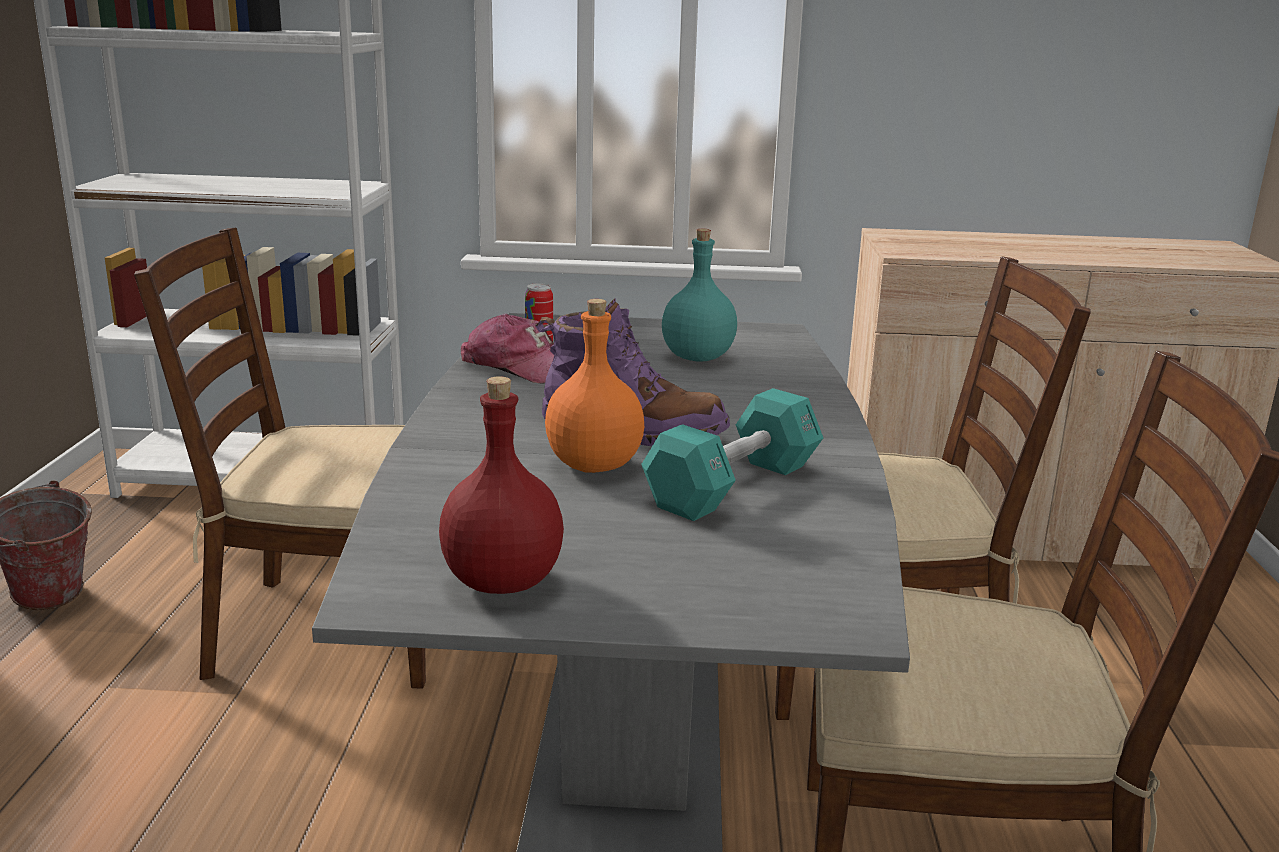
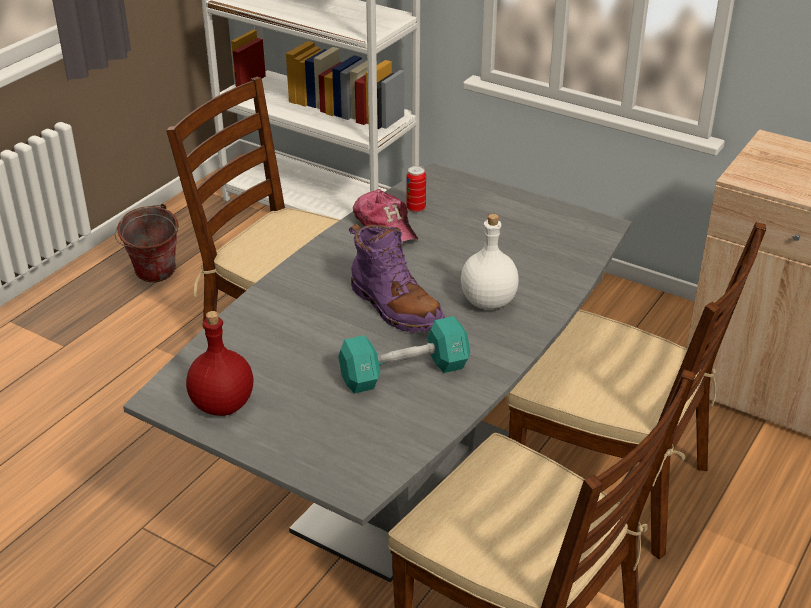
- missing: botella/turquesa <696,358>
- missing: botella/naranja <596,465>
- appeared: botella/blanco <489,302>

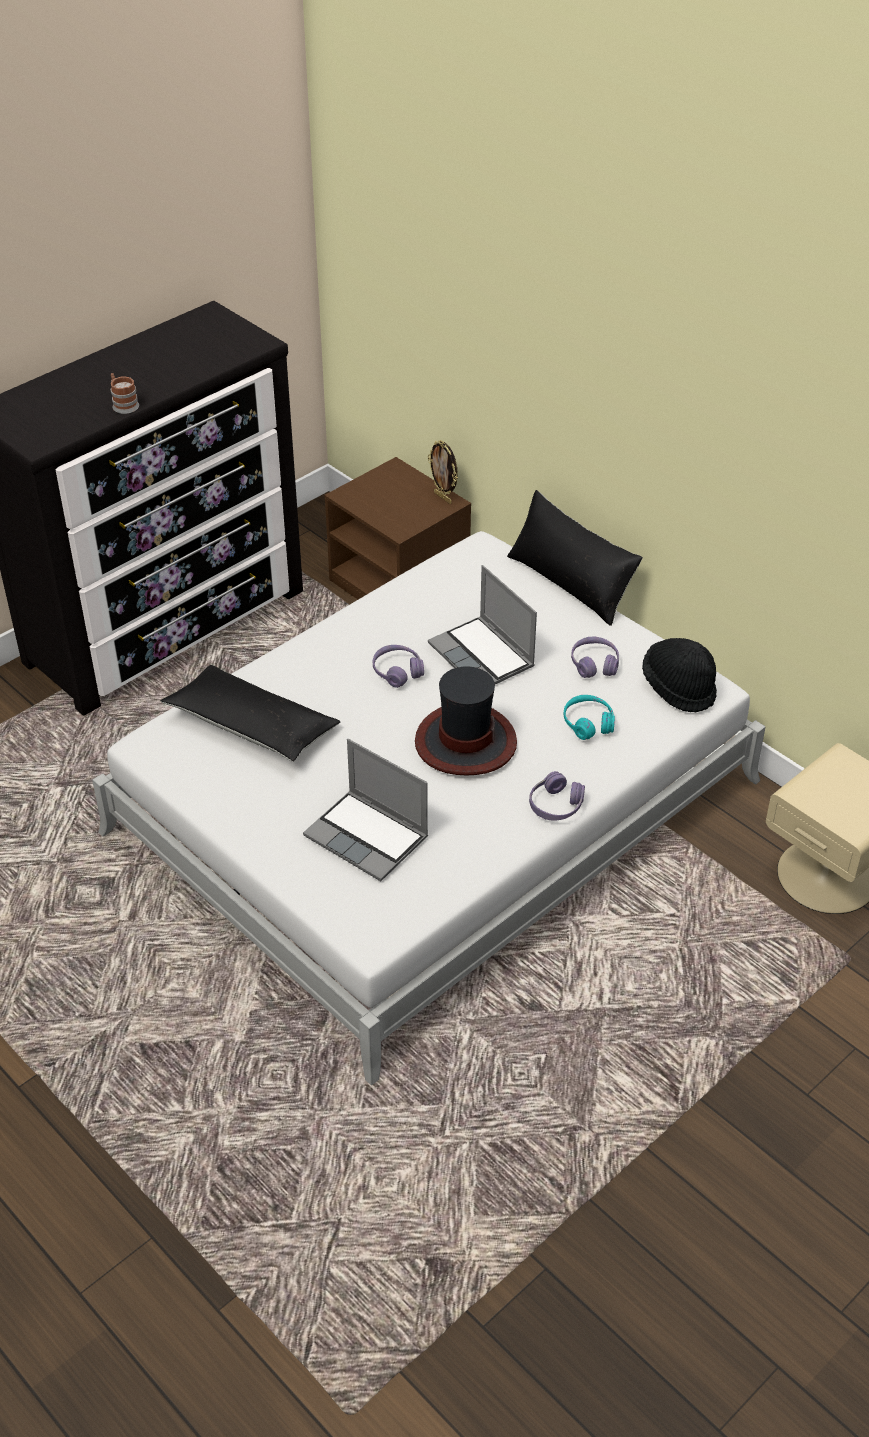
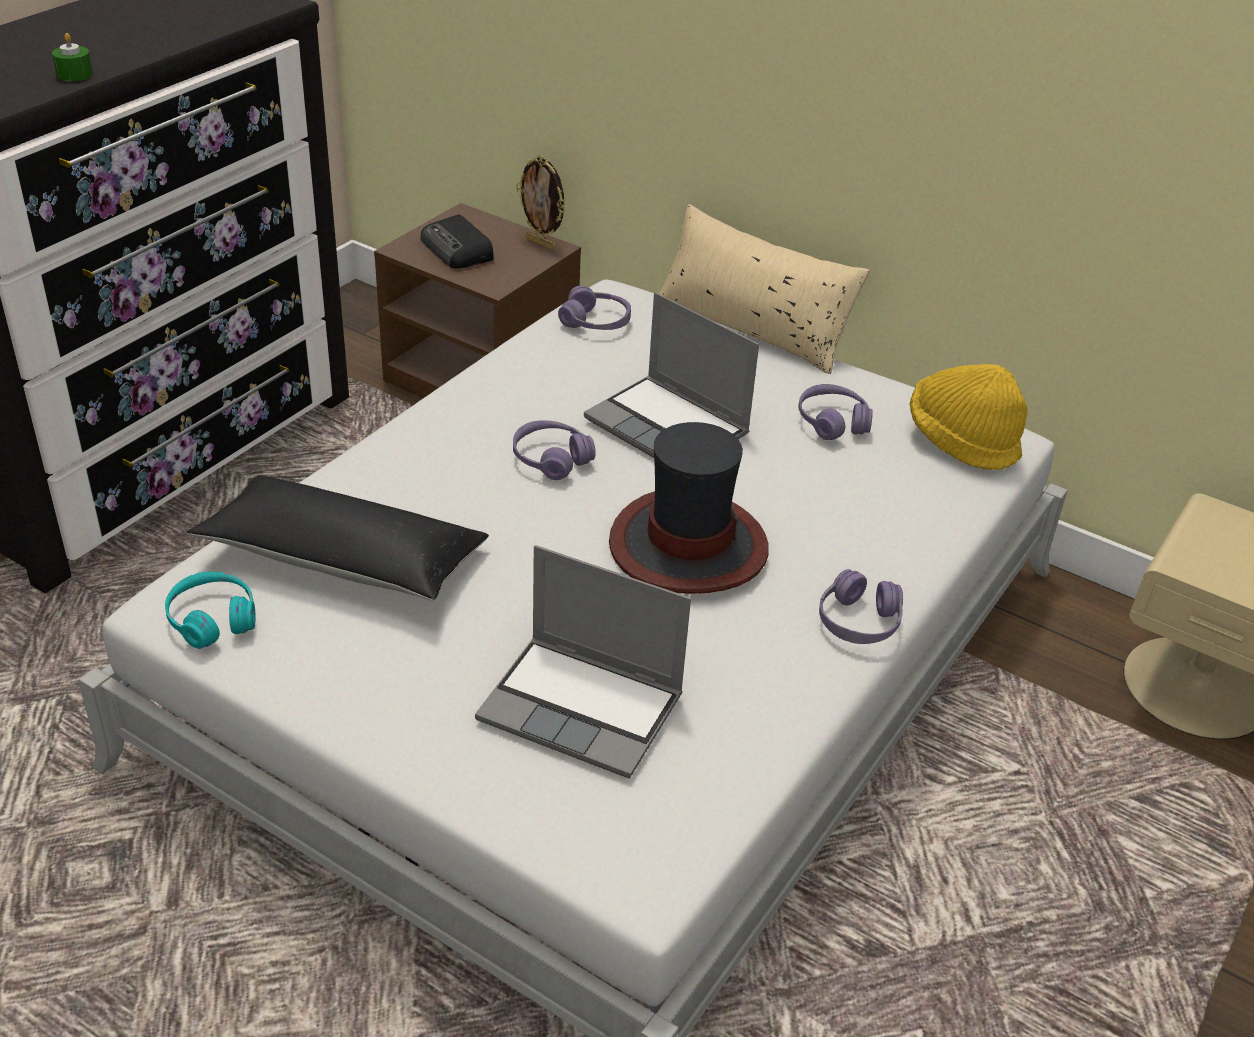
- exchanged: taza grande <123,404> to vela/verde <74,74>
- colour: cojín/negro <570,582> to cojín/beis <752,328>
- colour: sombrero/negro <678,688> to sombrero/amarillo <961,441>
- relocated: auriculares/turquesa <588,723> to <213,620>
- appeared: radio <458,250>
- appeared: auriculares/morado <596,322>

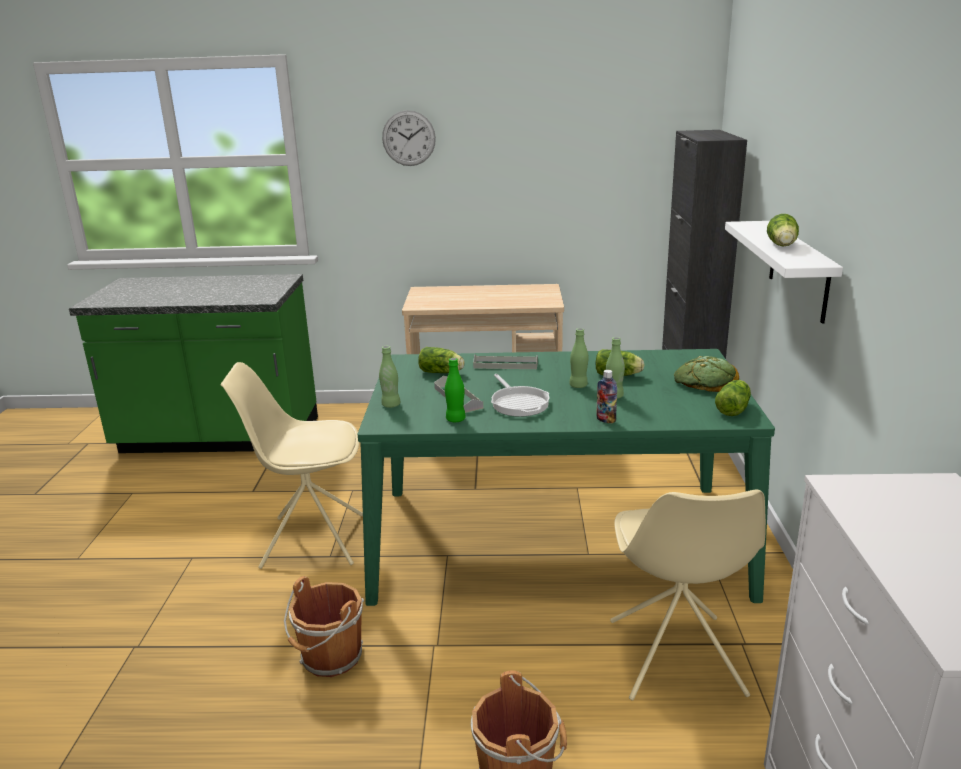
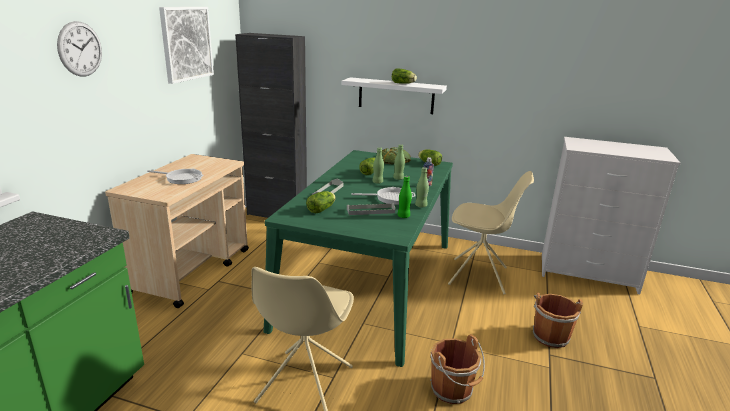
- relocated: botella/verde <391,405> to <421,206>
- appeared: cuadro <186,43>
- appeared: sartén <182,178>

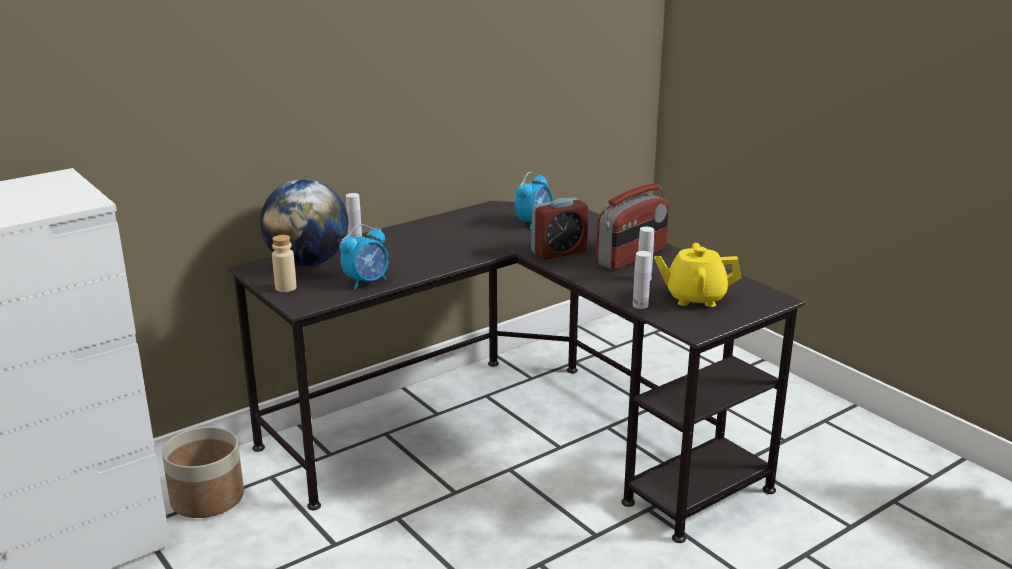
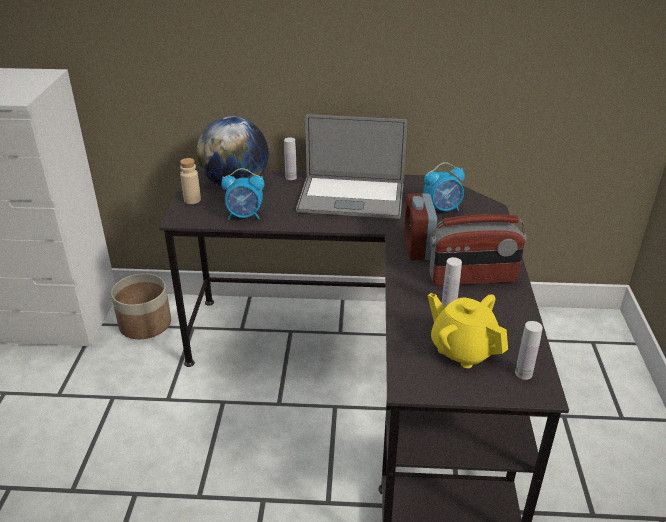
- spun: despertador <558,252> = <418,247> 75 degrees clockwise
- relocated: botella/blanco <640,305> to <523,373>
- appeared: portátil <351,198>

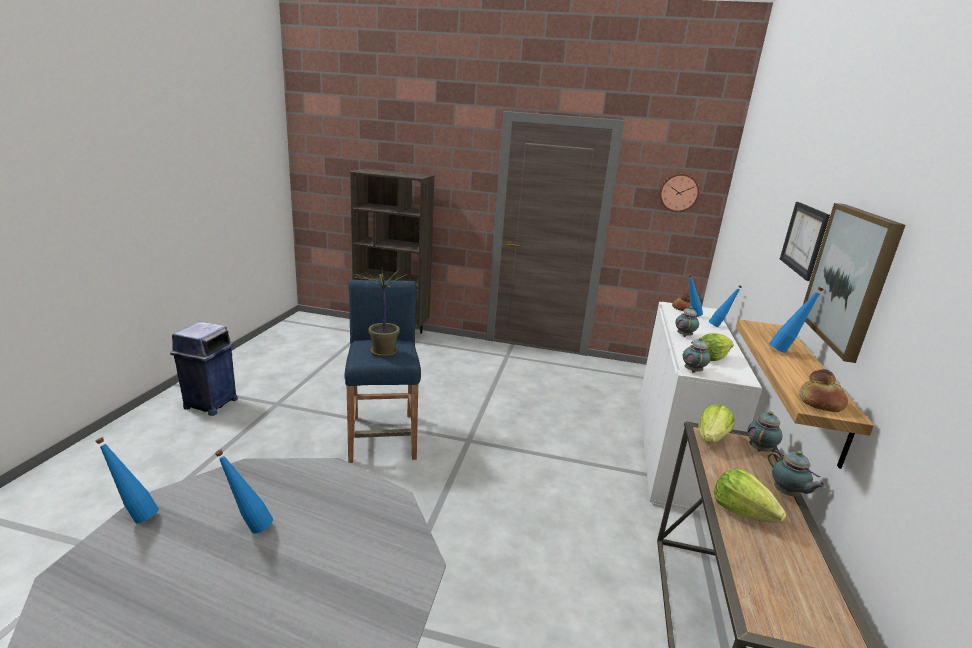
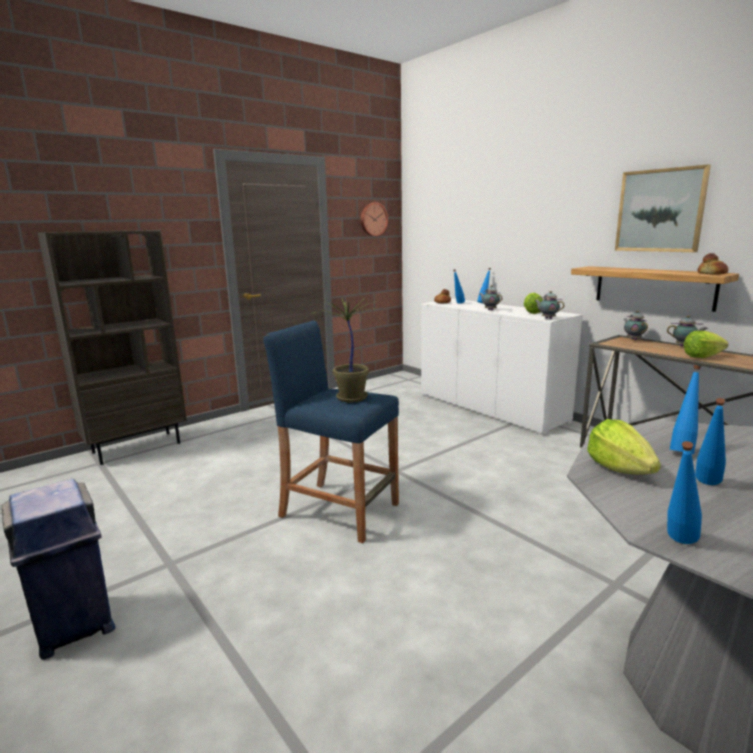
- missing: cuadro <804,239>
- relocated: botella/azul <785,351> to <682,450>
- relocated: lechuga <711,438> to <619,469>

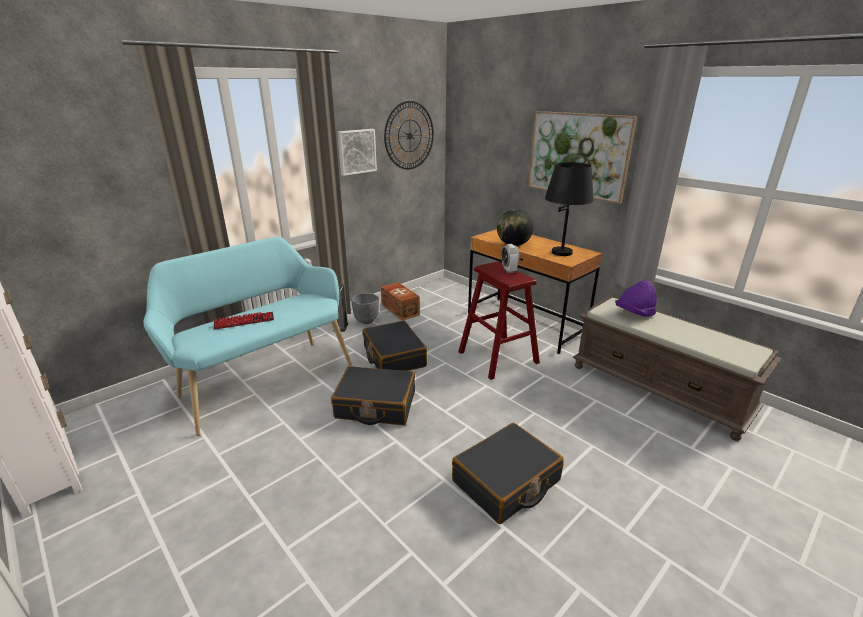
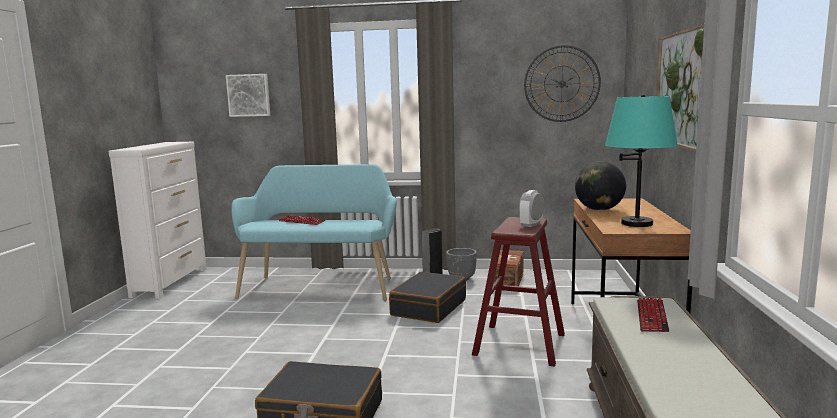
- relocated: cuadro <356,151> to <249,95>
- colour: lámpara de mesa/negro <561,252> to lámpara de mesa/turquesa <637,223>
- exchanged: sombrero/morado <634,314> to teclado <652,316>
- missing: maleta/negro <375,405>

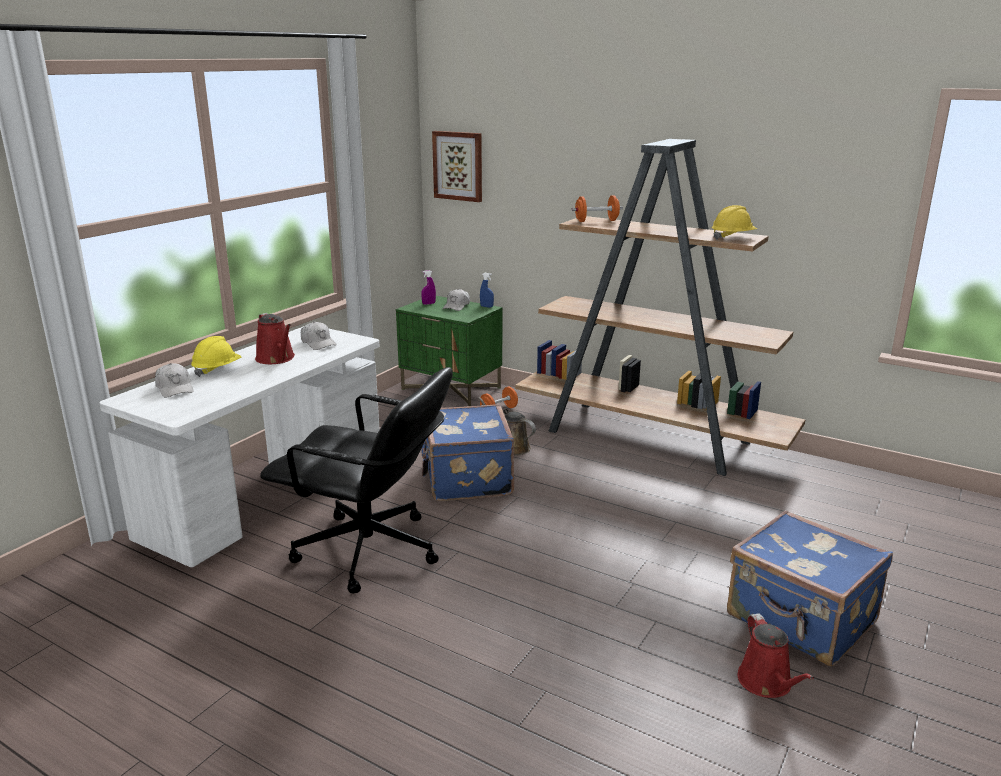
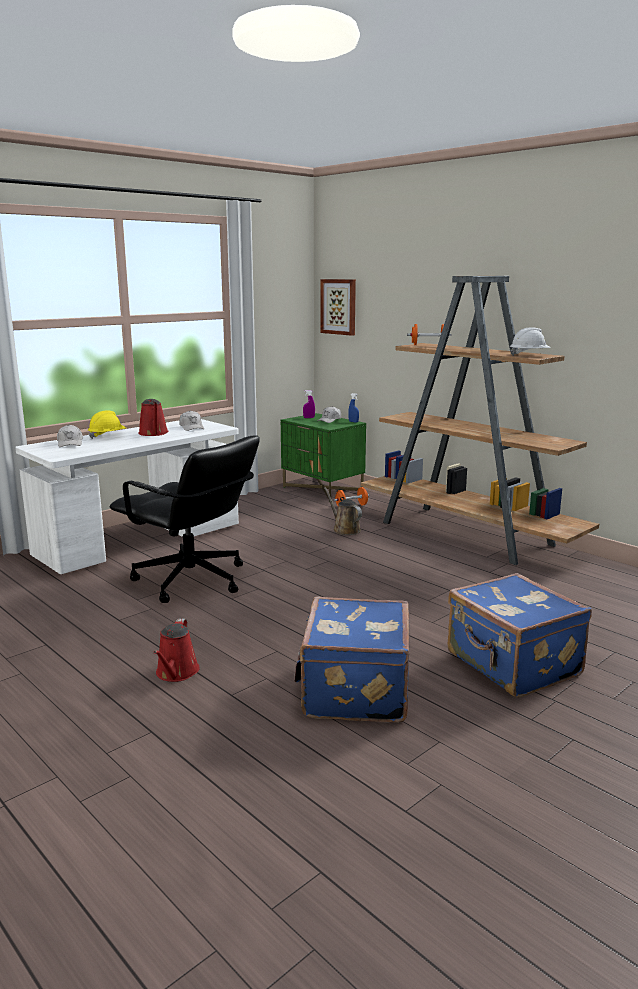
- colour: casco/amarillo <732,237> to casco/blanco <529,355>
- relocated: maleta/azul <466,479> to <353,691>
- relocated: regadera/rojo <767,683> to <176,673>

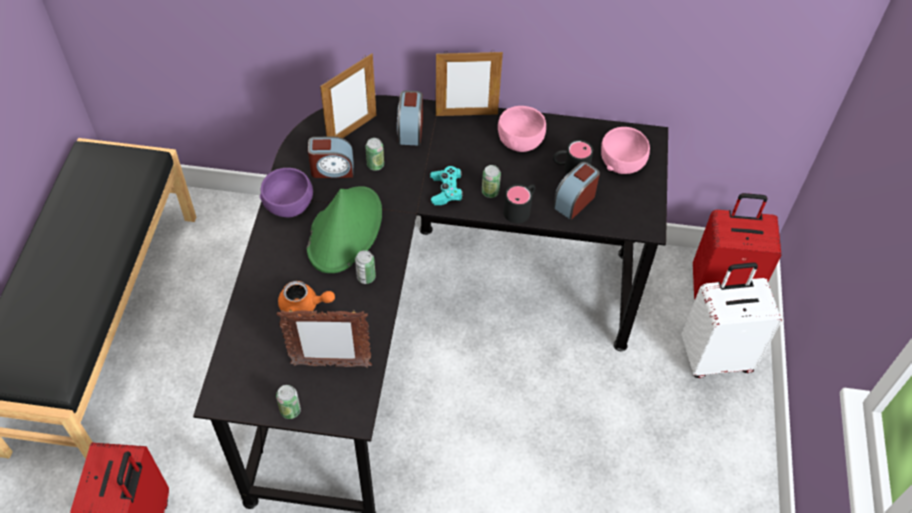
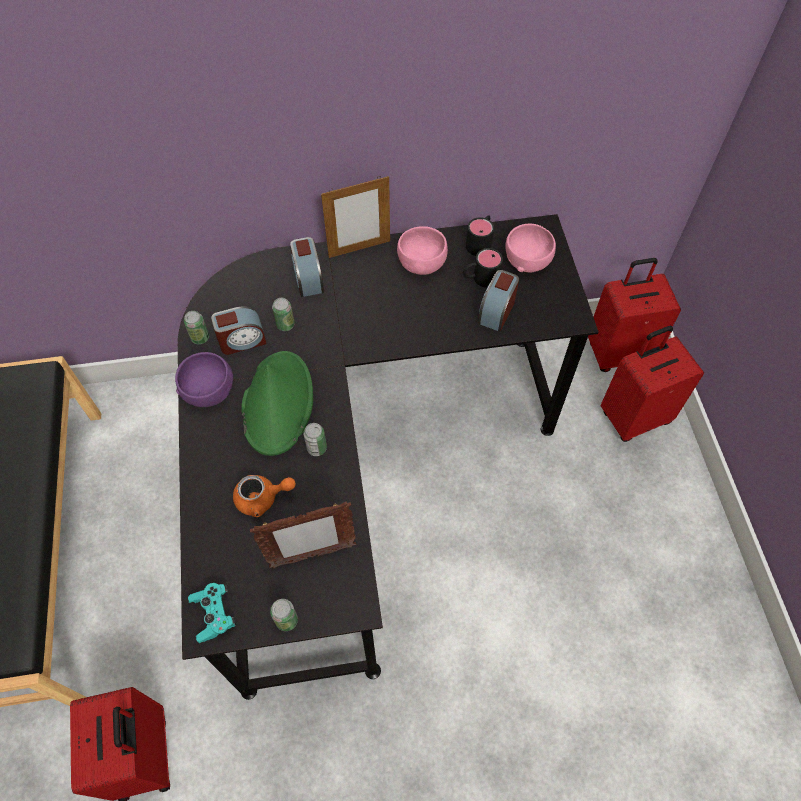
- missing: portarretratos <352,131>
- relocated: lata <490,192> to <200,338>
- relocated: mando de consola/turquesa <446,191> to <214,614>
- relocated: taza grande/negro <520,209> to <480,242>
- colour: maleta/blanco <715,356> to maleta/rojo <634,416>

